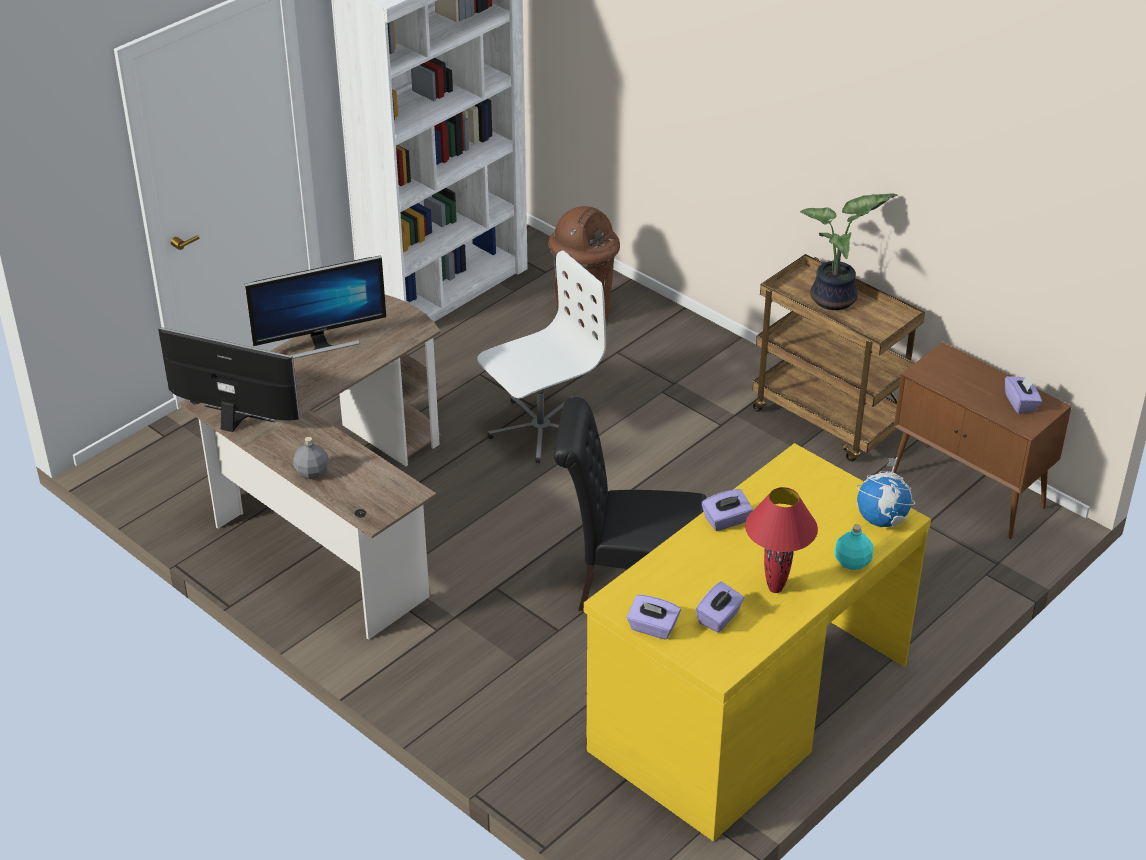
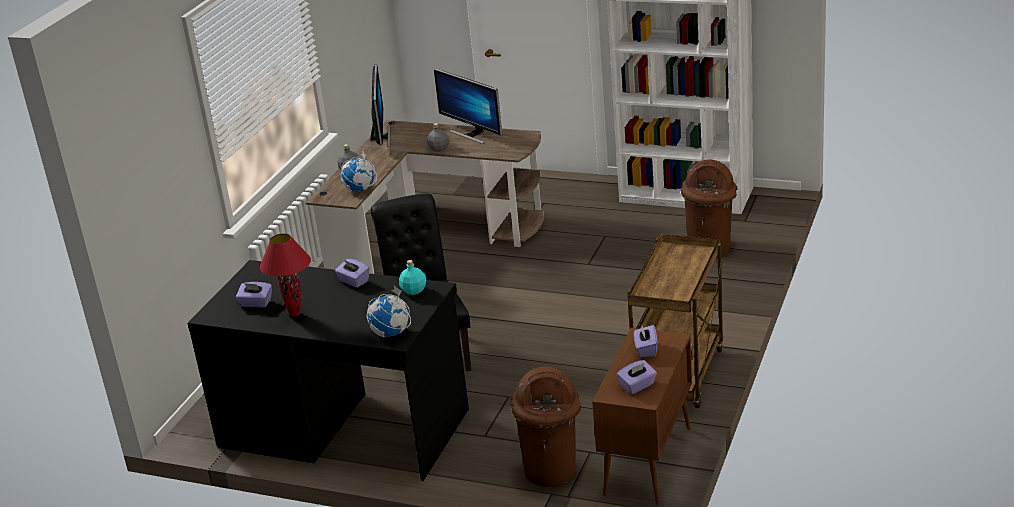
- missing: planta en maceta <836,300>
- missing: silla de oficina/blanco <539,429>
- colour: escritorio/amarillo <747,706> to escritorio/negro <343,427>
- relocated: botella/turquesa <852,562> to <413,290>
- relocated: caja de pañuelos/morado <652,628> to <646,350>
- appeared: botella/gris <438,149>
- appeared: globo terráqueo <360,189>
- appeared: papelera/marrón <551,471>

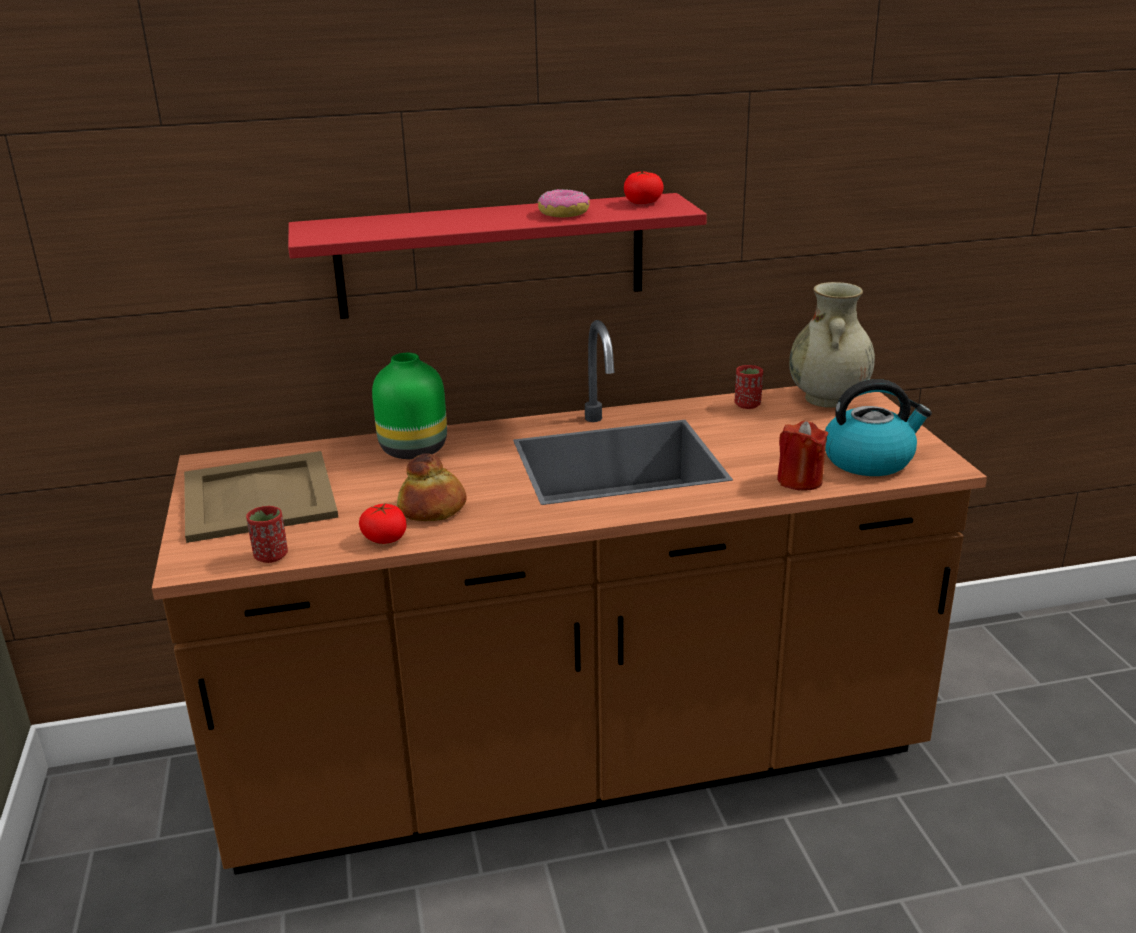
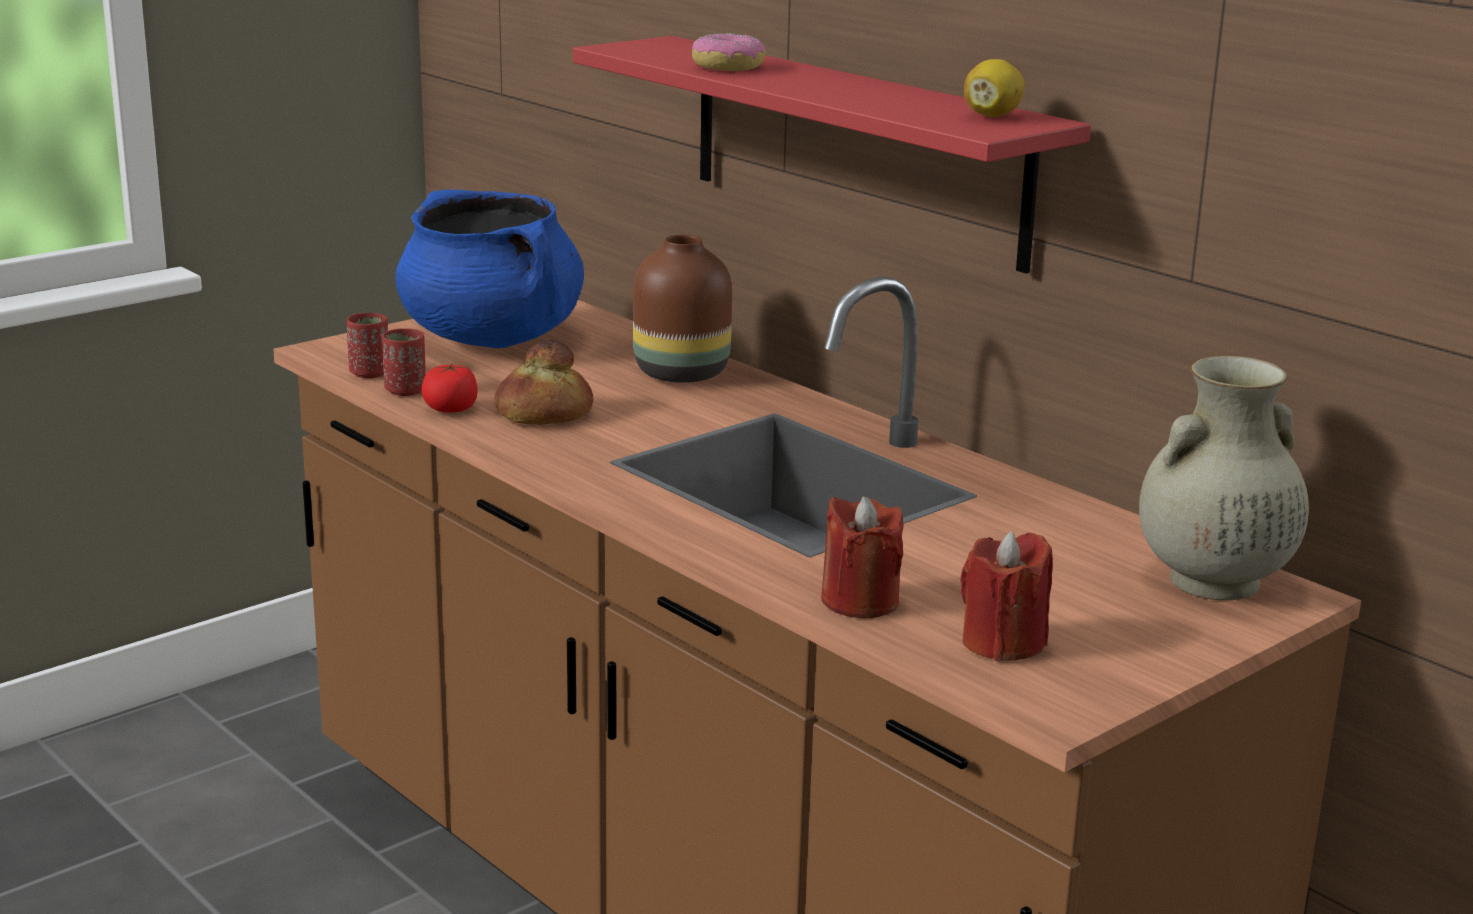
- exchanged: tomate <643,202> to limón <992,116>
- relocated: rosquilla <564,213> to <728,67>
- colour: florero/verde <411,450> to florero/marrón <679,373>
- relocated: taza/rojo <747,405> to <405,391>
- exchanged: hervidor <869,460> to vela/rojo <1003,643>
- exchanged: bandeja/beis <260,496> to olla/azul <493,339>

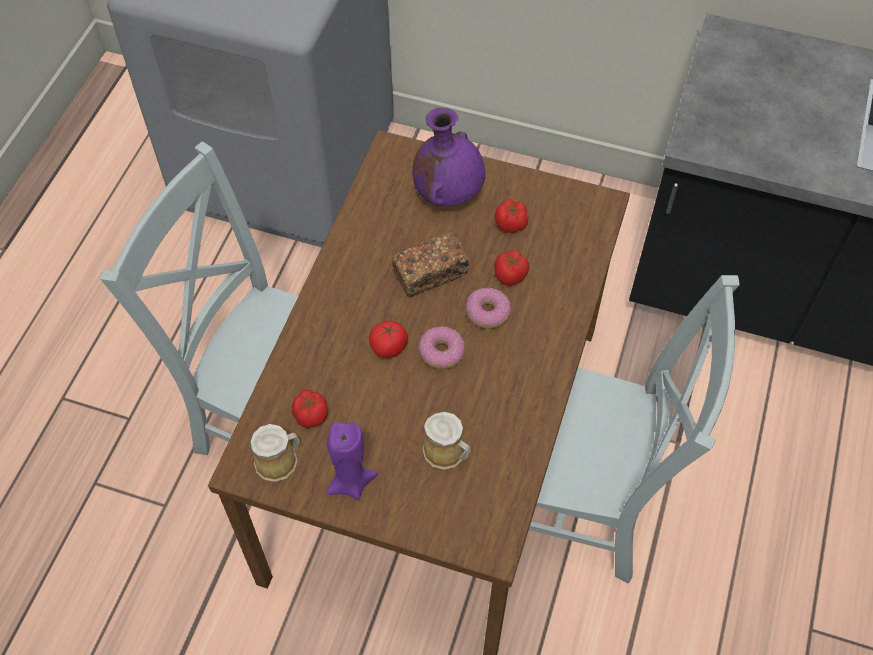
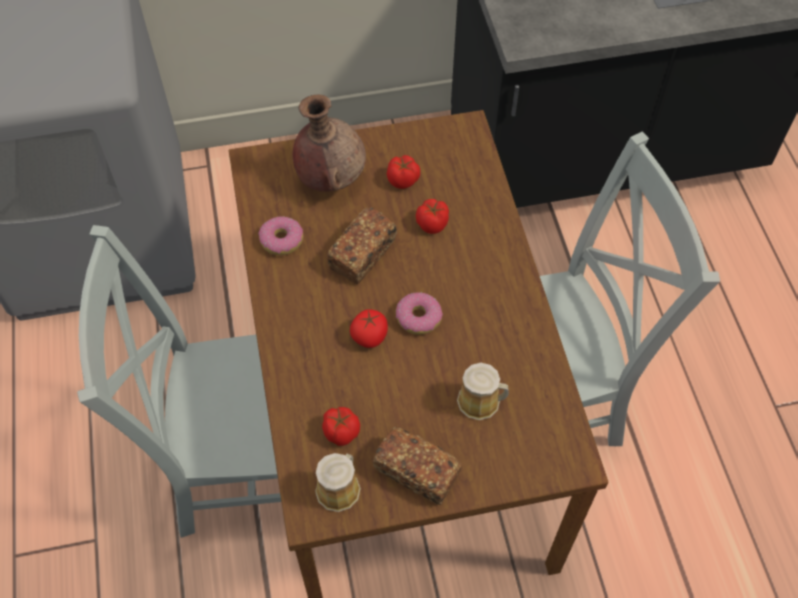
- colour: florero/morado <448,193> to florero/marrón <330,177>
- relocated: rosquilla <488,312> to <282,240>
- exchanged: vela/morado <351,482> to pan <417,472>

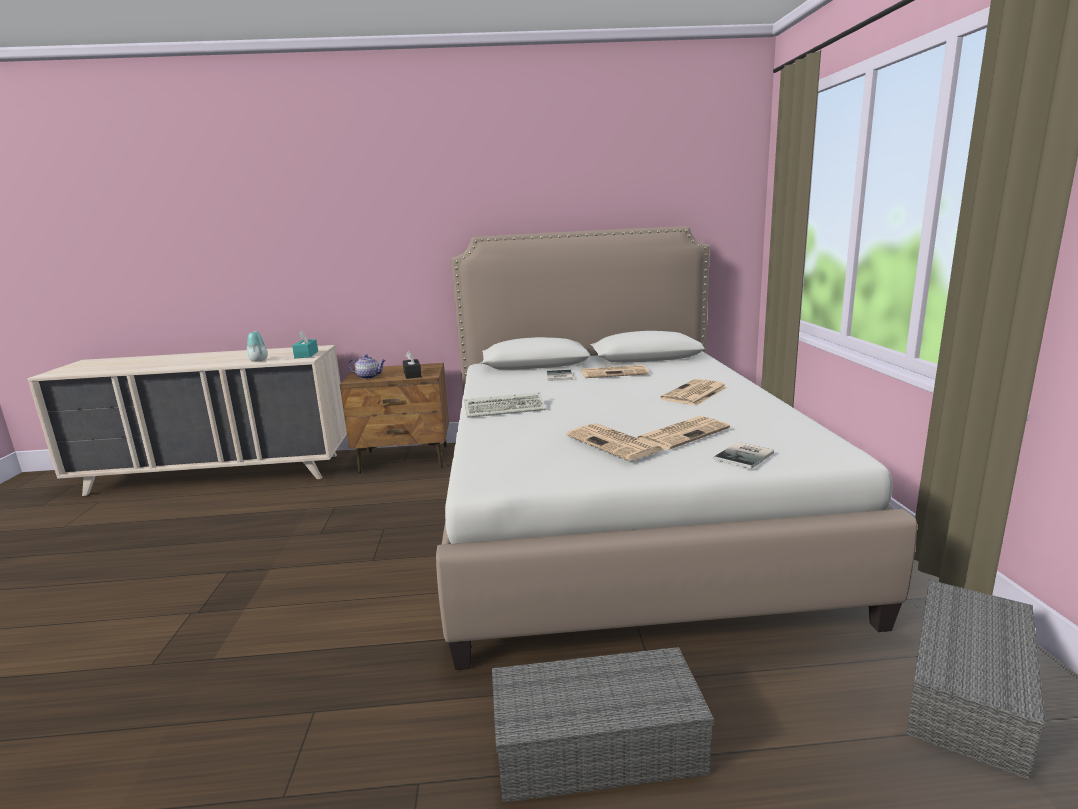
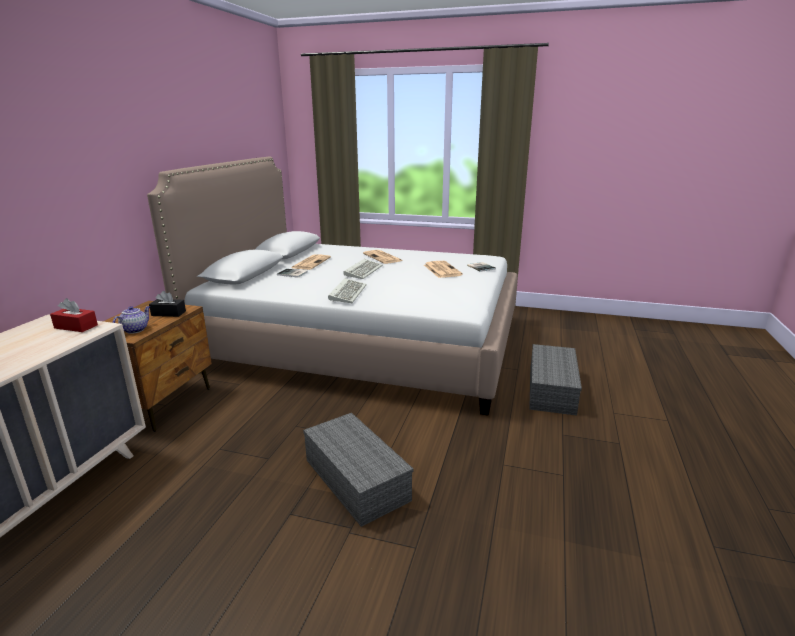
- colour: caja de pañuelos/turquesa <306,354> to caja de pañuelos/rojo <76,326>
- missing: florero <258,360>
- missing: periódico <615,443>
- relocated: caja de almacenaje/gris <965,688> to <354,479>
- appeared: teclado <363,271>

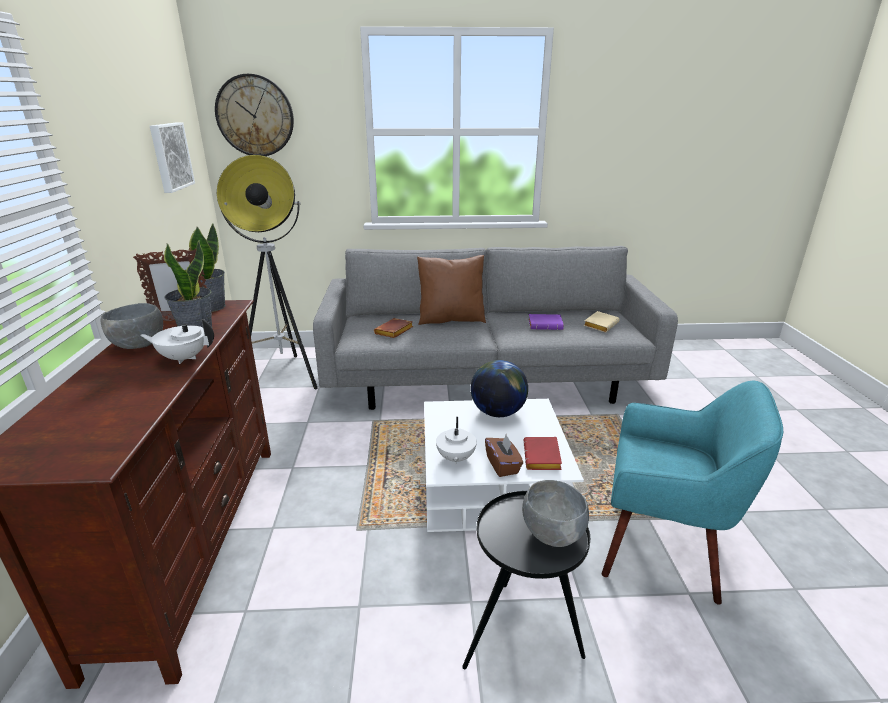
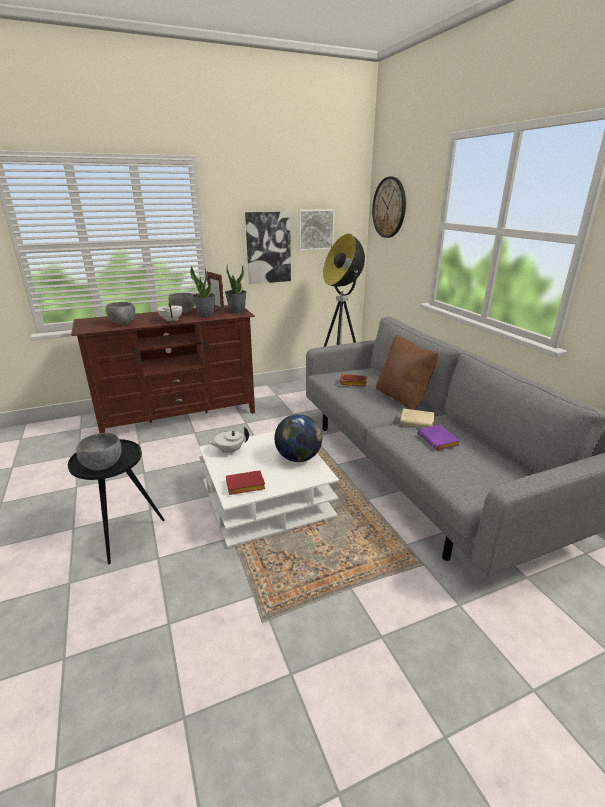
- relocated: libro/beis <600,324> to <418,421>
- missing: sillón/turquesa <662,549>
- missing: caja de pañuelos/marrón <503,465>
- appeared: cuadro <268,248>
- appeared: cuenco/gris <122,323>

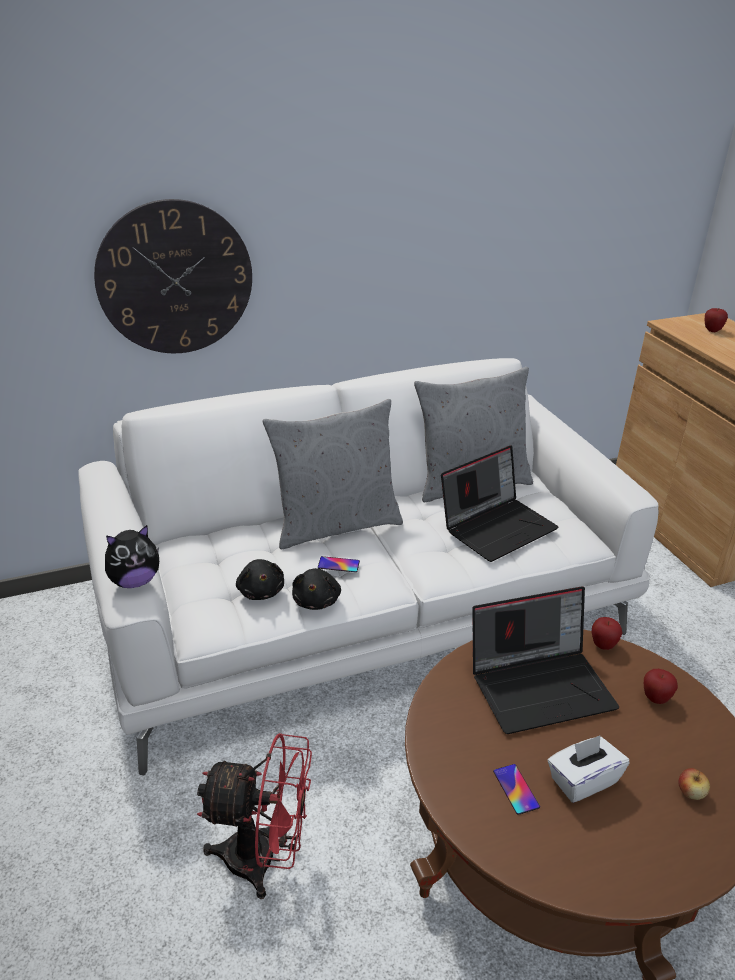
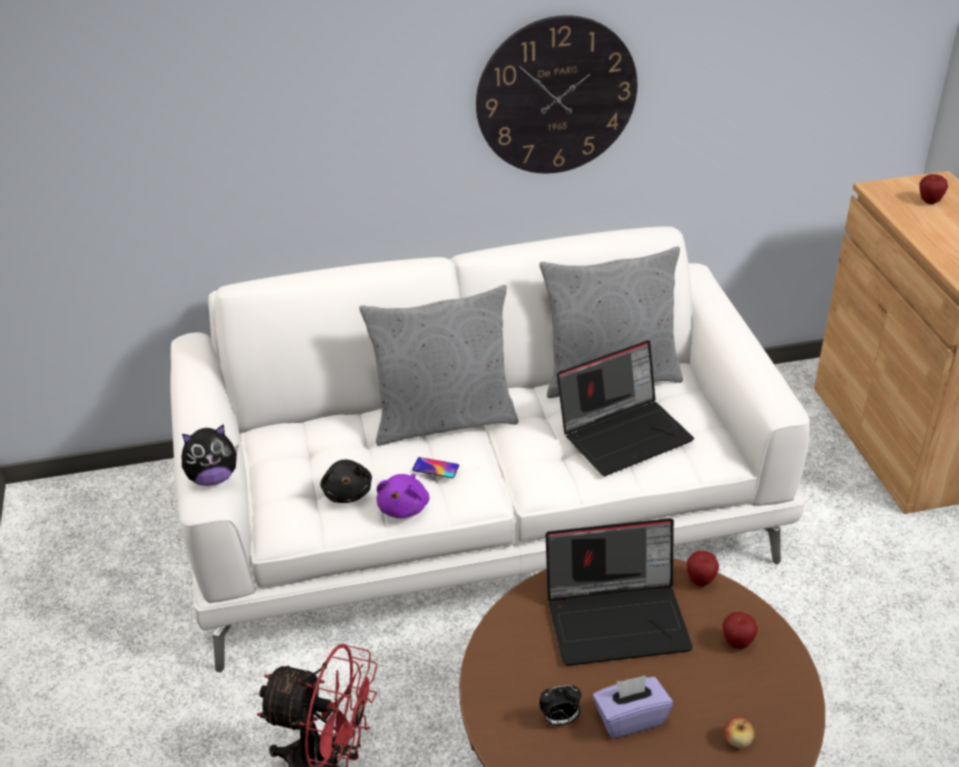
- relocated: reloj de pared <175,279> to <556,96>
- colour: peluche/negro <317,600> to peluche/morado <404,507>
- colour: caja de pañuelos/blanco <582,780> to caja de pañuelos/morado <630,718>
- exchanged: móvil <516,789> to despertador <559,720>

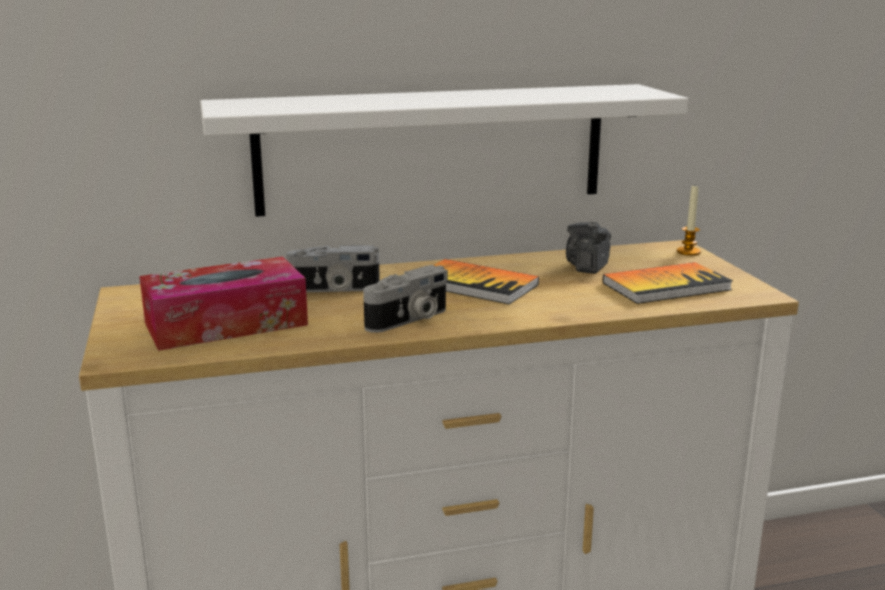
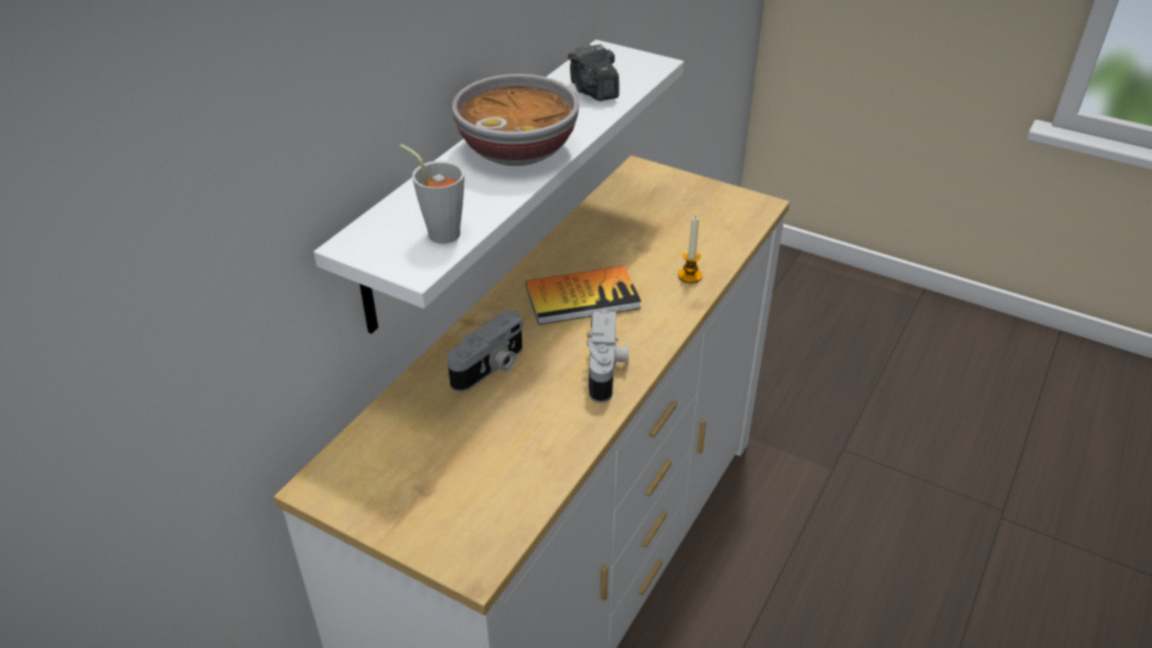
- relocated: vela <688,252> to <690,276>
- relocated: cámara <588,266> to <593,91>
- missing: caja de pañuelos <226,324>
- missing: libro <666,286>
- appeared: cuenco <518,149>
- appeared: taza/gris <439,231>

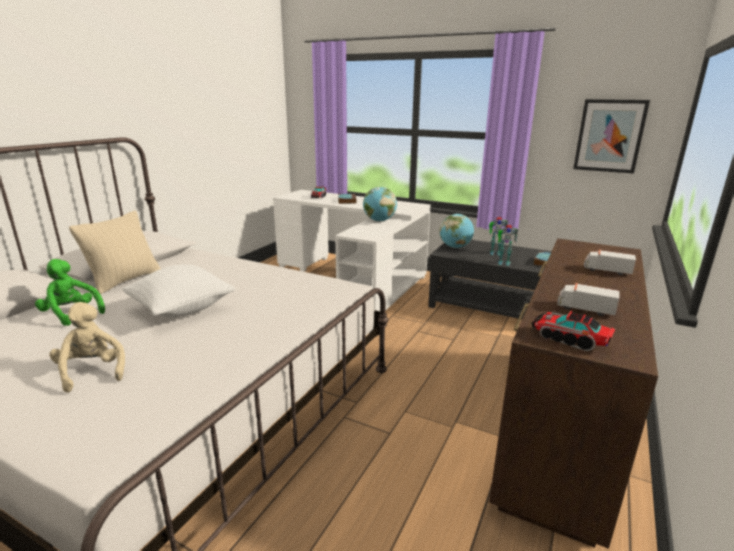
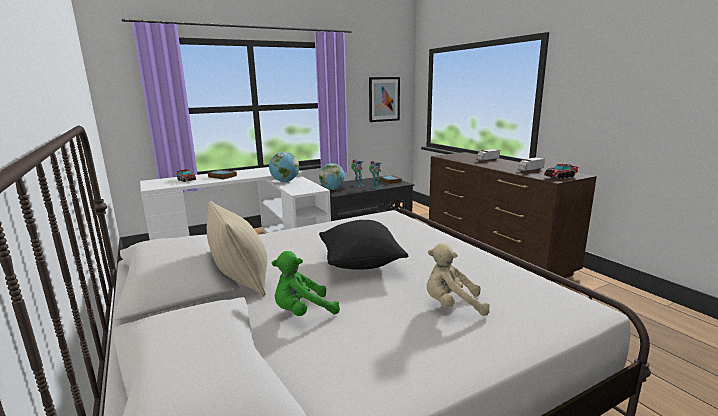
- colour: cojín/blanco <181,309> to cojín/negro <360,264>

